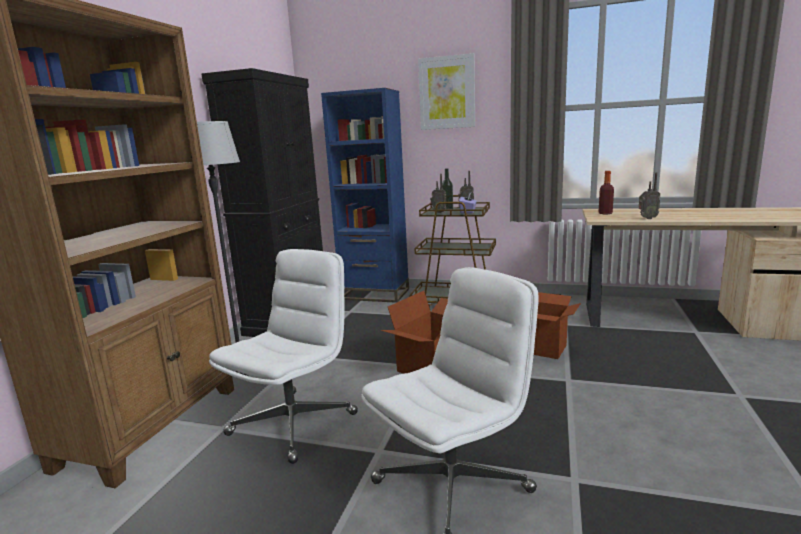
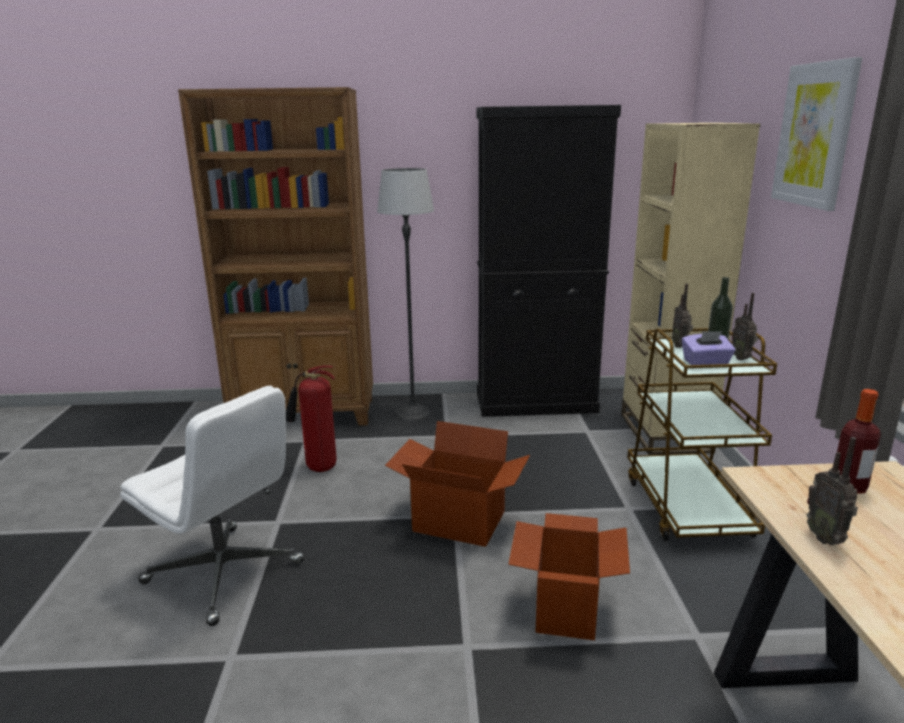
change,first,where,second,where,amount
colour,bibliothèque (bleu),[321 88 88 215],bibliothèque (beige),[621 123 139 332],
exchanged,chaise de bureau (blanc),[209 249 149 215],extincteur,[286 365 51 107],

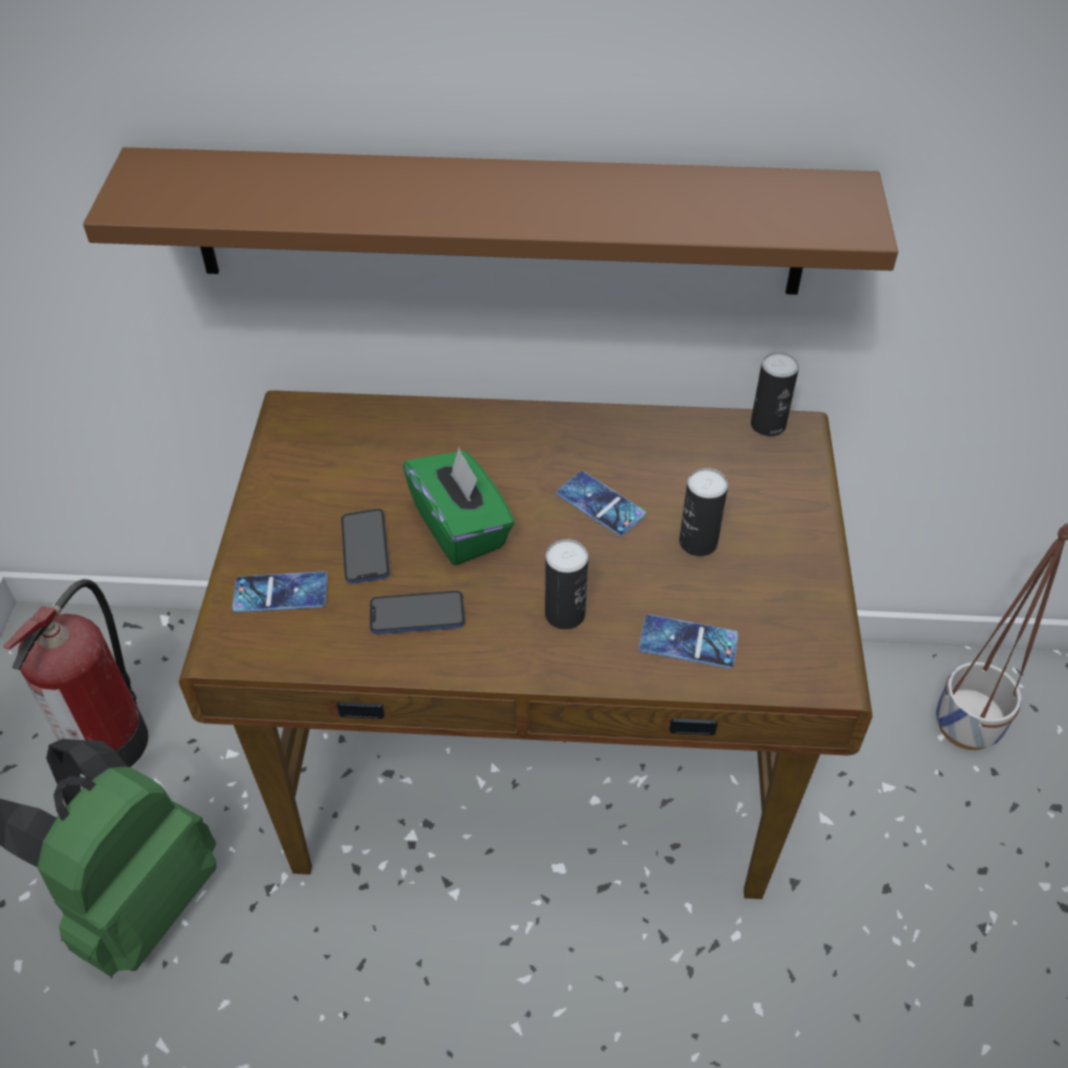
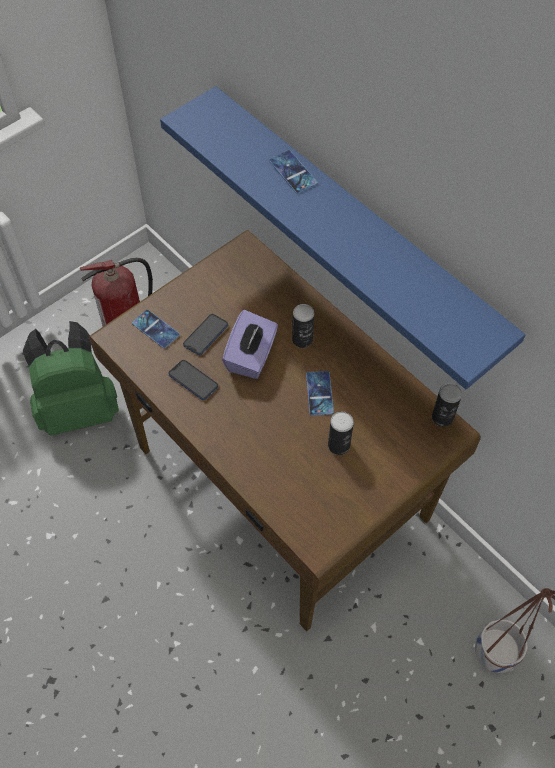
change,first,where,second,where,amount
colour,étagère (marron),[83 147 815 148],étagère (bleu),[160 86 366 304],
colour,boîte à mouchoirs (vert),[403 447 112 118],boîte à mouchoirs (violet),[222 310 56 69],
relocated,boîte métallique,[545 539 43 90],,[292 304 22 44],
relocated,téléphone,[639 614 99 55],,[269 150 49 44],

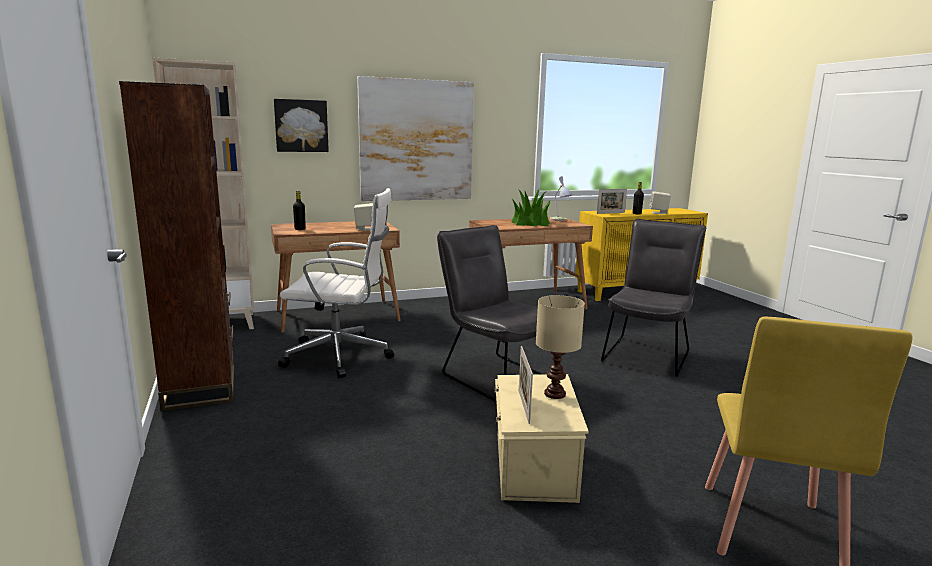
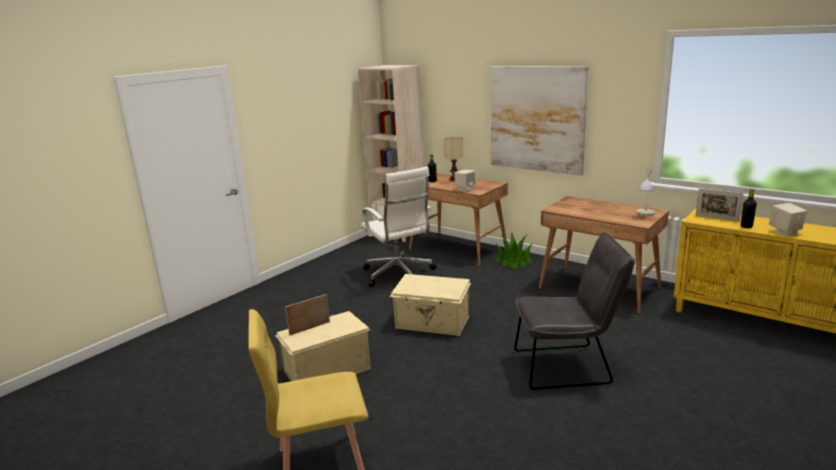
change,first,where,second,where,amount
missing,bibliothèque (marron),[119 81 115 330],,,
missing,tableau,[274 99 55 53],,,
relocated,plante en pot,[511 189 40 37],,[495 231 38 38],
exchanged,chaise (gris),[437 225 105 177],boîte de rangement (beige),[389 274 82 62],
relocated,lampe de table (beige),[536 295 49 104],,[444 137 19 44],

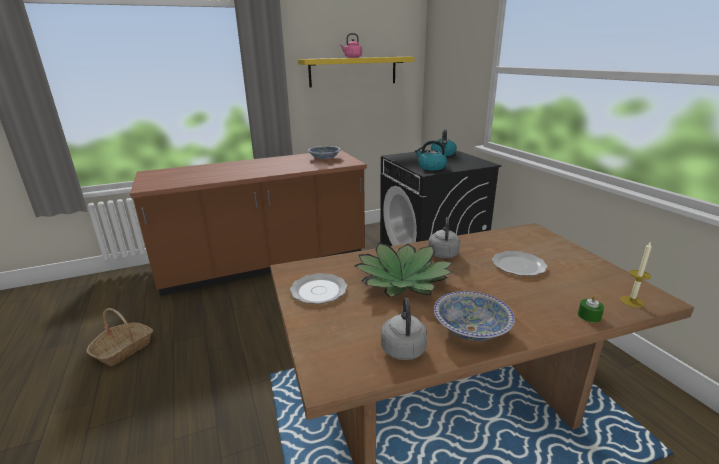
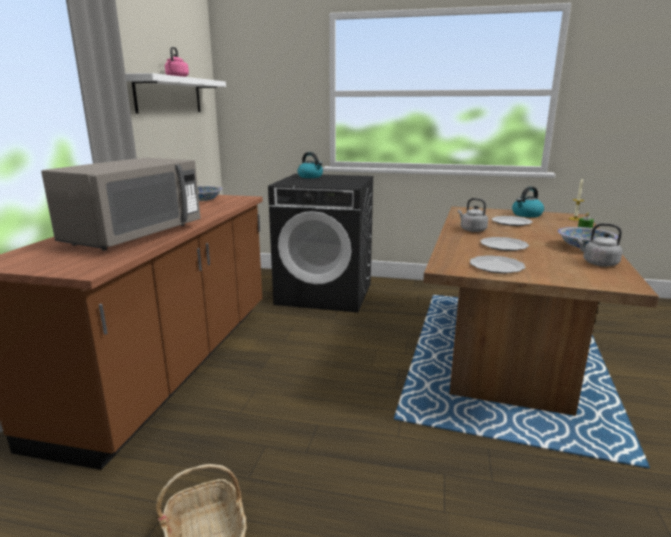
change,first,where,second,where,amount
colour,étagère (jaune),[298 57 116 30],étagère (blanc),[125 73 101 41],
relocated,bouilloire,[415 140 32 30],,[512 186 32 31],
exchanged,plante en pot,[354 243 100 54],assiette,[480 237 49 14],
appeared,,,micro-ondes (gris),[41 158 159 93],

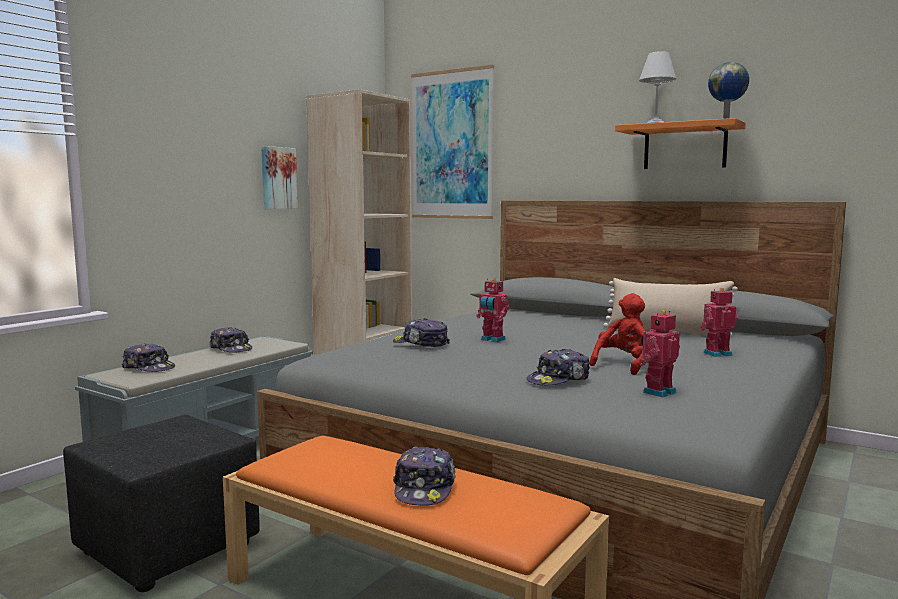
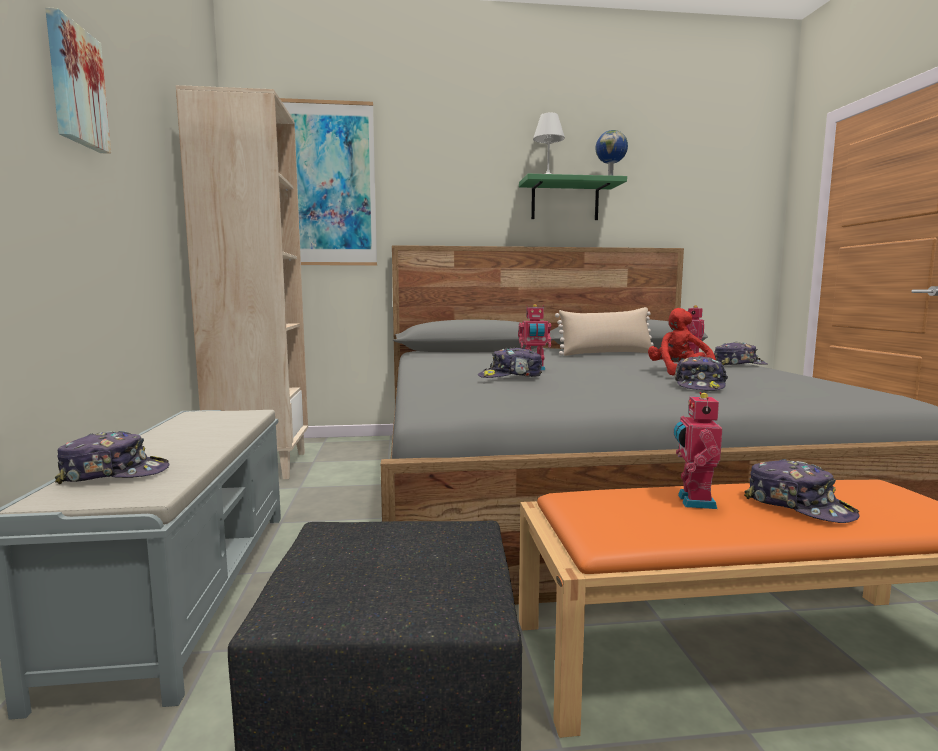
change,first,where,second,where,amount
colour,étagère (orange),[615 118 131 51],étagère (vert),[519 174 108 46],
relocated,tableau,[261 146 37 63],,[45 7 66 147],
relocated,robot jouet,[639 311 41 86],,[674 392 48 117],
relocated,casquette,[210 327 42 25],,[714 342 54 24],

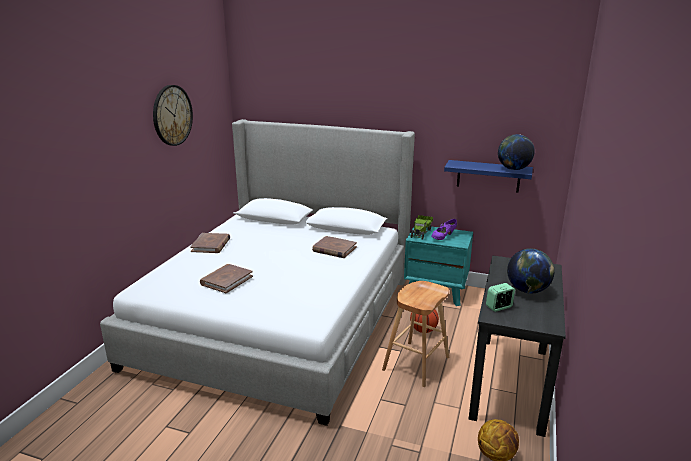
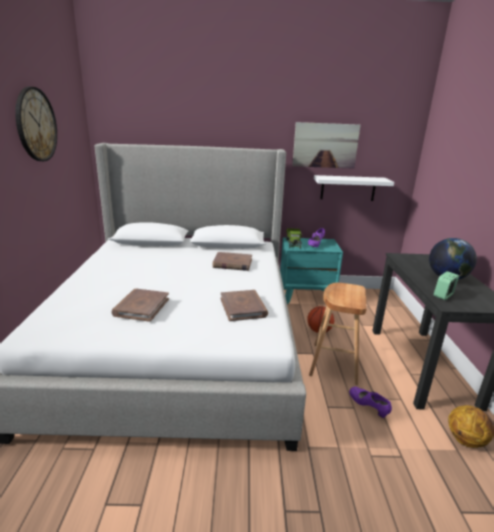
change,first,where,second,where,amount
missing,globe,[498 134 37 36],,,
colour,étagère (bleu),[444 160 89 33],étagère (blanc),[314 175 80 26],
relocated,livre (marron),[190 233 40 20],,[220 290 48 31],
appeared,,,tableau,[292 122 68 47],
appeared,,,chaussure (violet),[349 387 43 31],

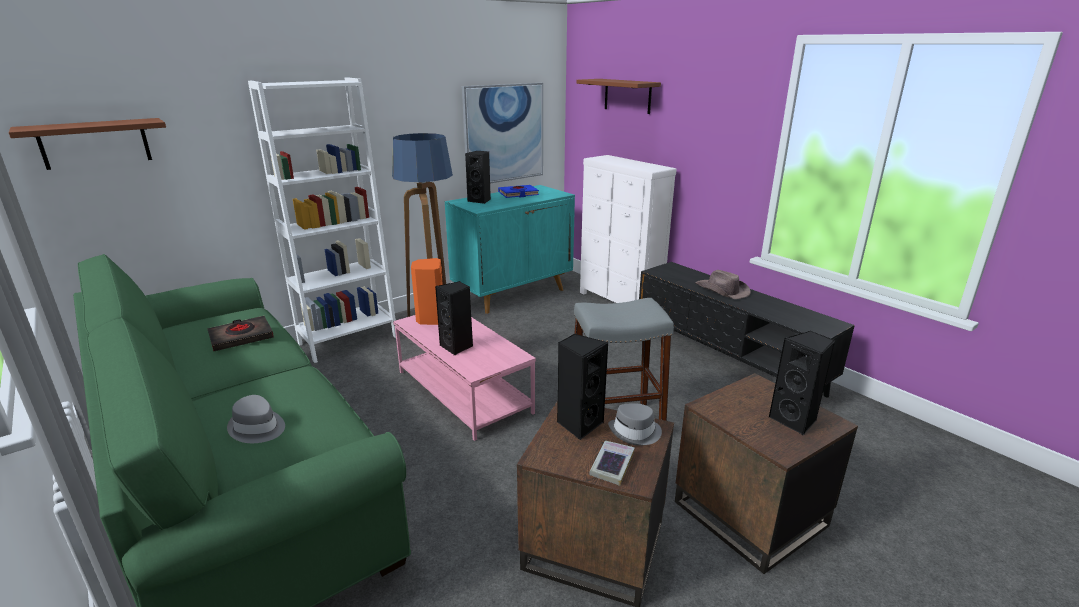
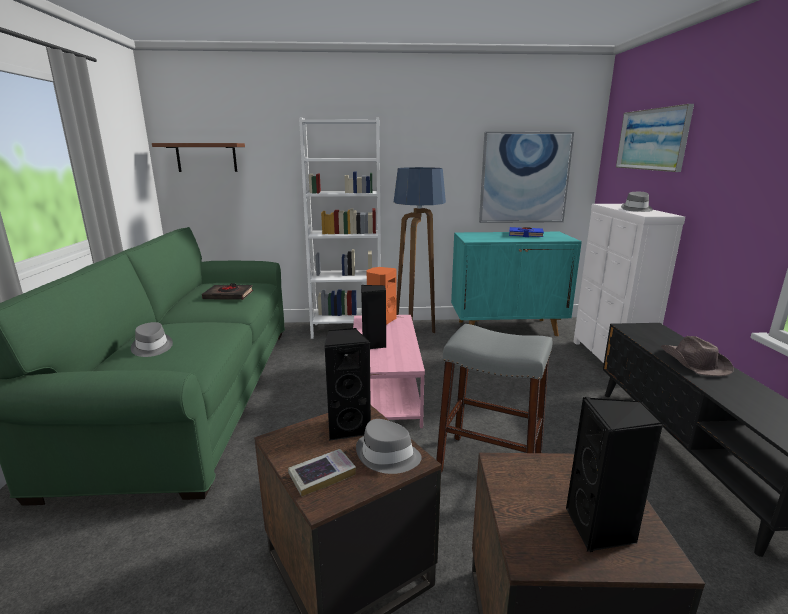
change,first,where,second,where,amount
exchanged,étagère (marron),[576 79 85 35],tableau,[616 104 78 68],
missing,enceinte (noir),[465 151 26 53],,,
appeared,,,chapeau (gris),[621 192 32 20],

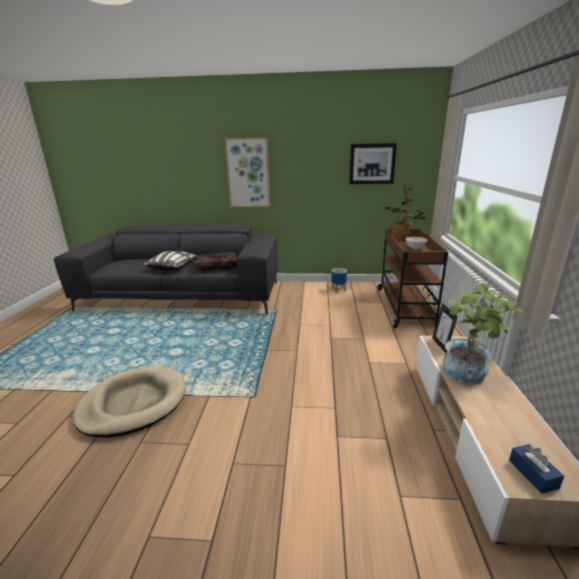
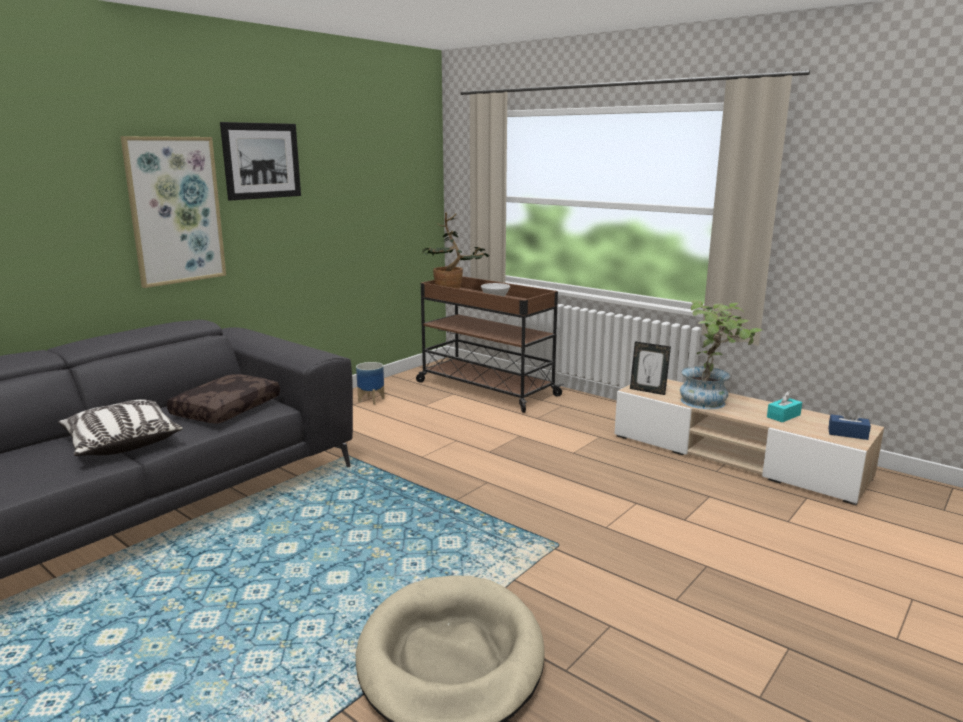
change,first,where,second,where,amount
relocated,tableau,[349 143 48 41],,[220 122 81 79],
appeared,,,boîte à mouchoirs (turquoise),[767 390 35 32],

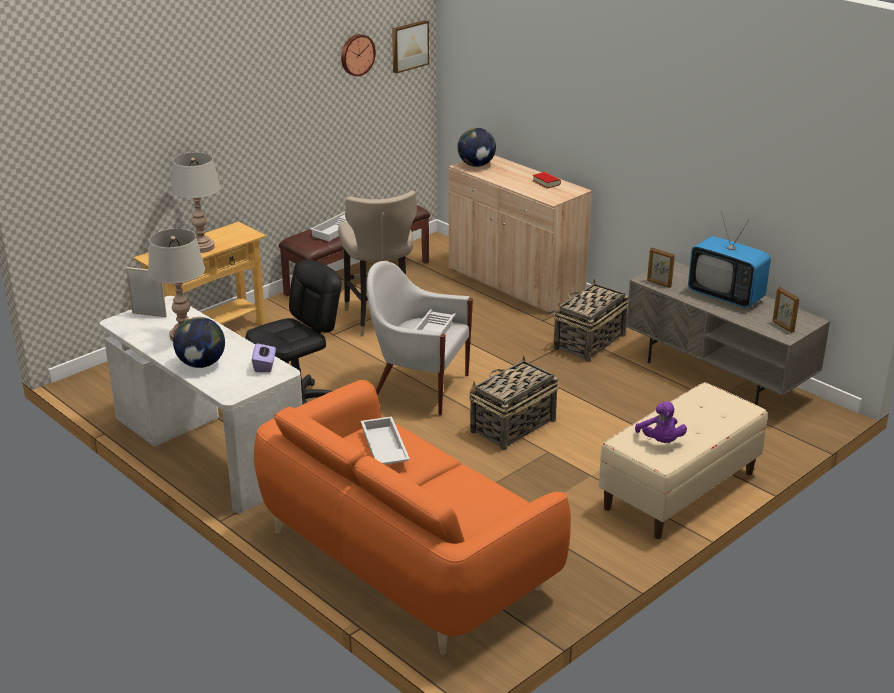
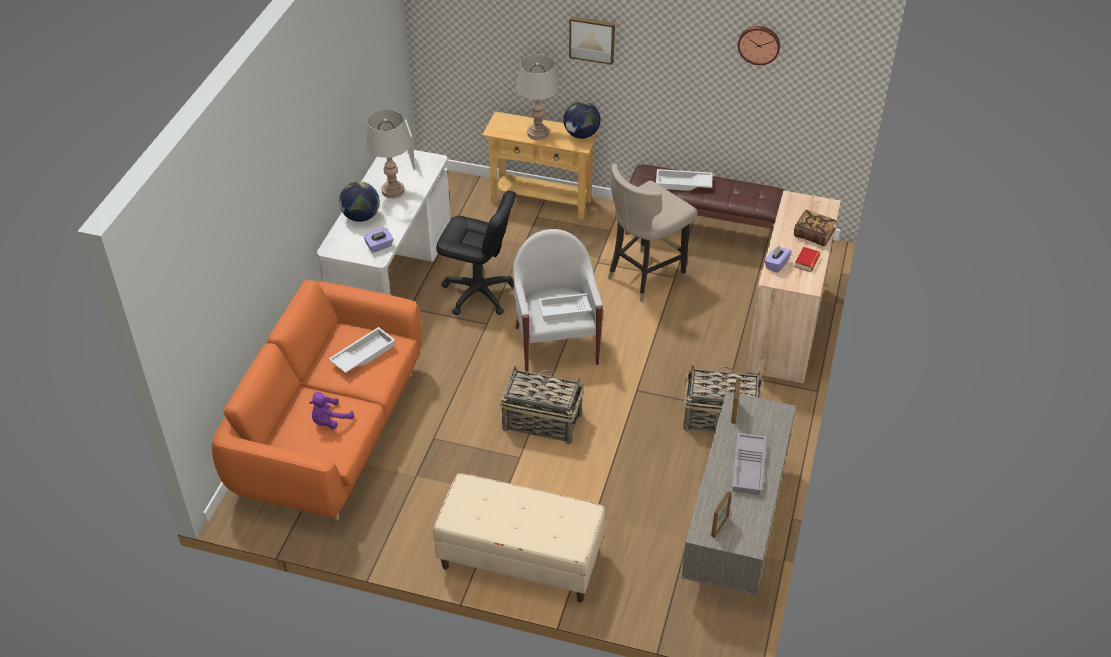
change,first,where,second,where,amount
relocated,tableau,[392 20 37 53],,[569 16 46 49],
relocated,globe,[457 128 39 39],,[563 101 38 38],
exchanged,téléviseur,[688 211 83 97],plateau (gris),[732 433 34 62],
relocated,peluche (violet),[635 402 52 41],,[309 392 45 37],
appeared,,,livre,[794 210 42 36],
appeared,,,boîte à mouchoirs (violet),[764 245 28 28],

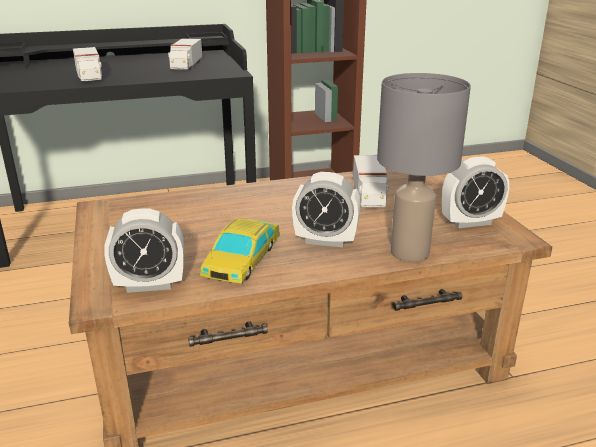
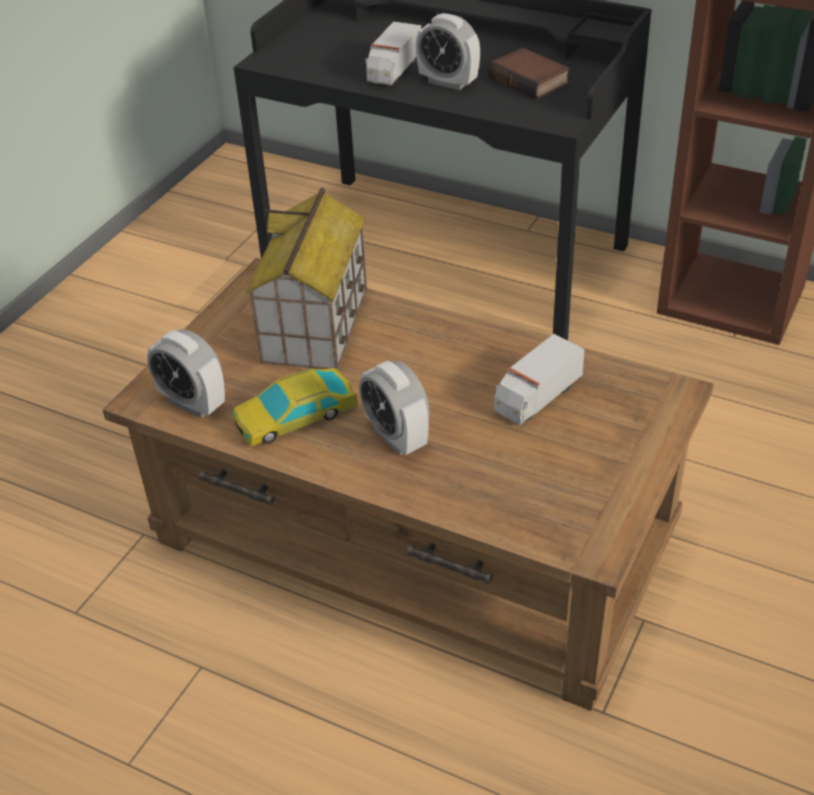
change,first,where,second,where,amount
exchanged,camion jouet,[168 38 34 32],livre,[488 47 82 53],
missing,lampe de table (gris),[377 73 94 189],,,
relocated,réveil,[442 157 67 71],,[416 13 64 77],
appeared,,,maison miniature,[246 187 121 183],

